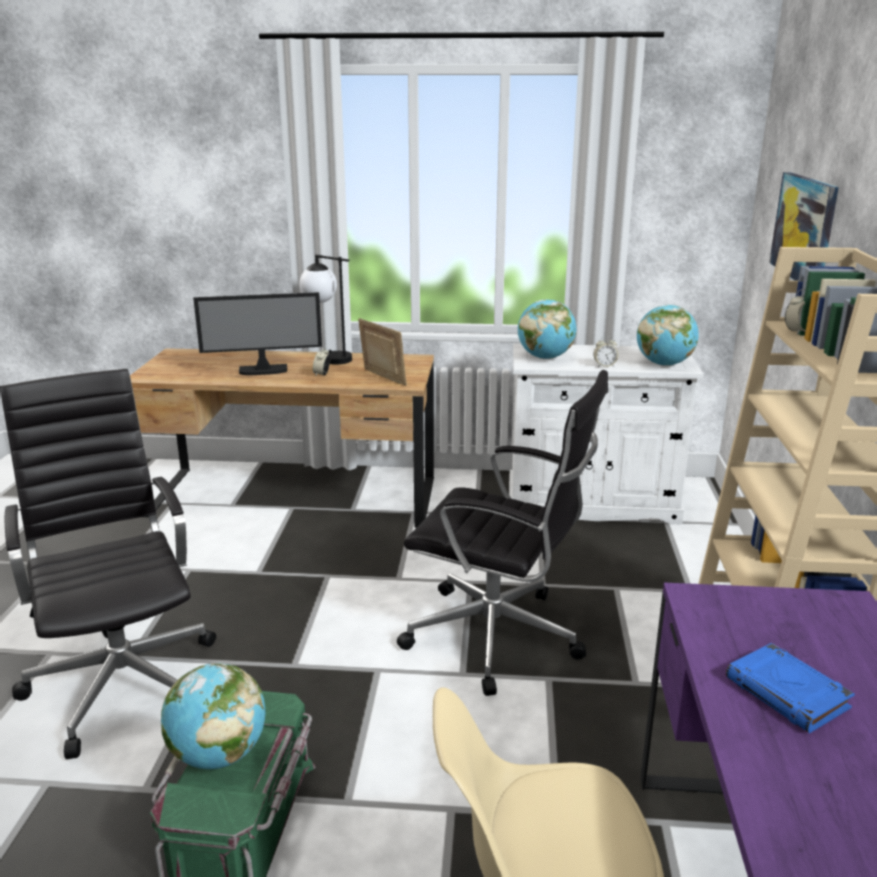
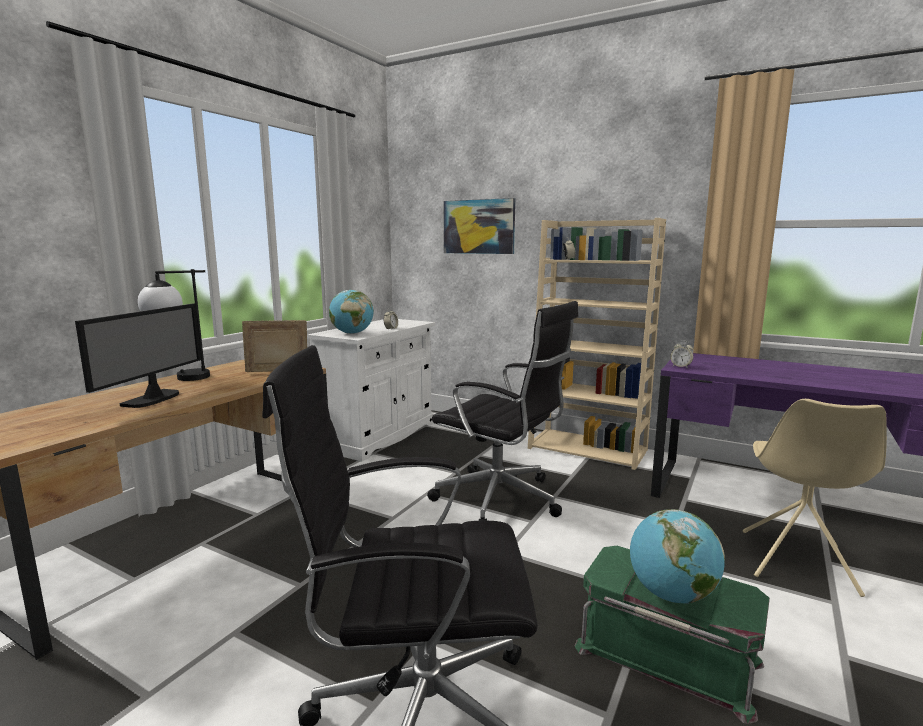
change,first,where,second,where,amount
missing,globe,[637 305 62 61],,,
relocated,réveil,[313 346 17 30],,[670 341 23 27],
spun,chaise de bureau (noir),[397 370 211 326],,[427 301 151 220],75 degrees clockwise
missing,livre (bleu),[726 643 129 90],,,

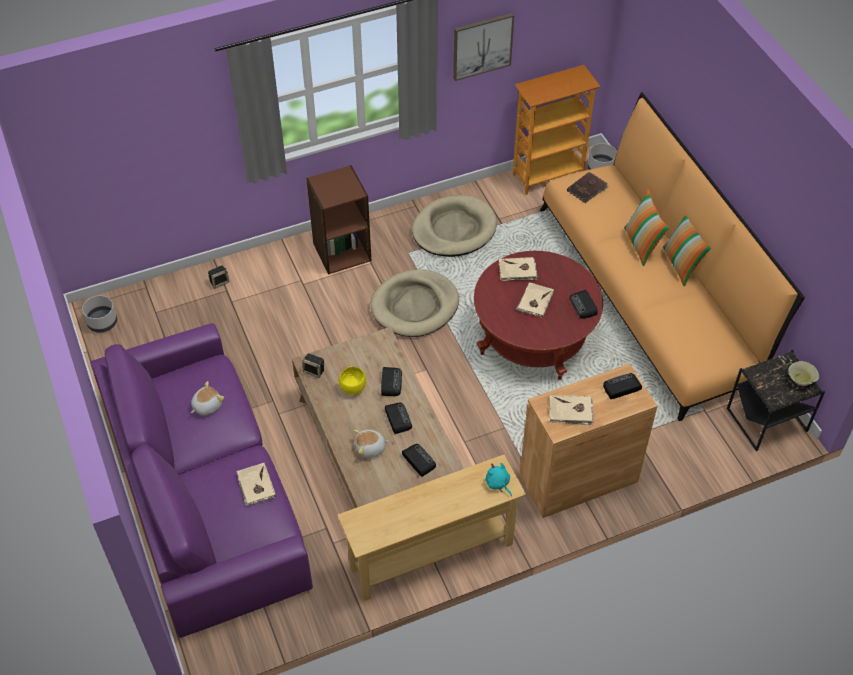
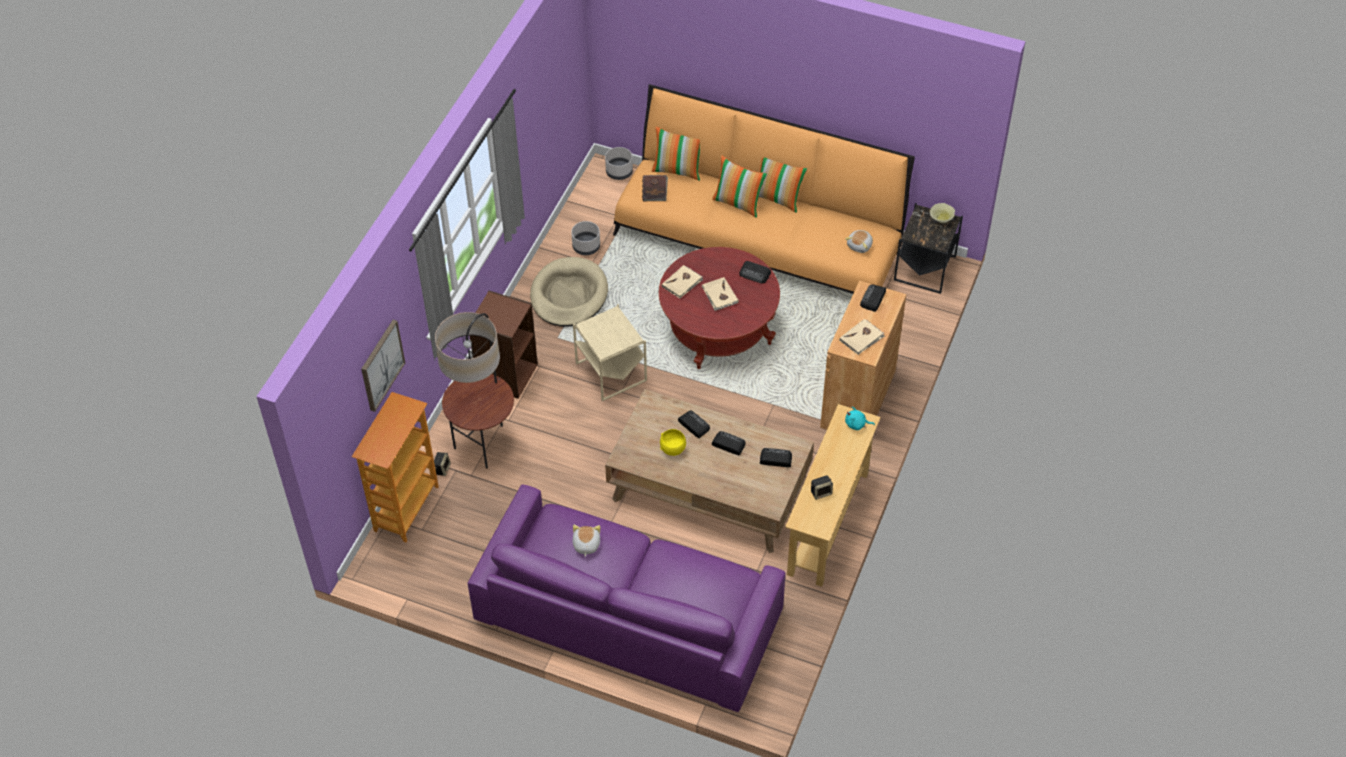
change,first,where,second,where,amount
relocated,tableau,[453 13 61 68],,[361 320 44 92],
relocated,bibliothèque,[513 65 87 130],,[352 392 87 150],
exchanged,panier pour chien (beige),[370 269 89 68],table d'appoint (beige),[573 304 74 97],
relocated,cache-pot (gris),[82 295 35 37],,[571 221 29 34],
relocated,enceinte,[302 354 22 24],,[811 475 22 25],
relocated,peluche,[354 430 35 28],,[845 230 28 23],
missing,livre (beige),[236 463 40 43],,,
appeared,,,coussin,[652 127 48 53],
appeared,,,lampadaire,[435 312 79 157],

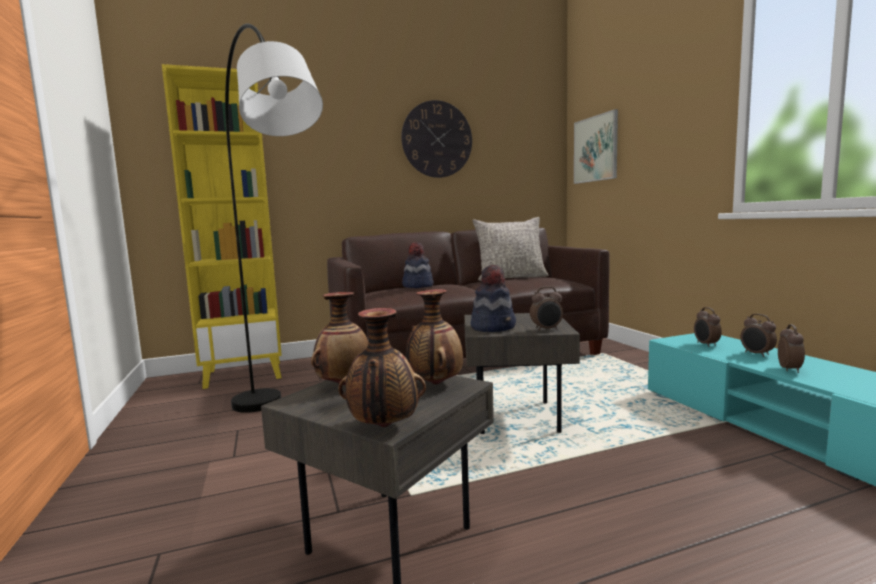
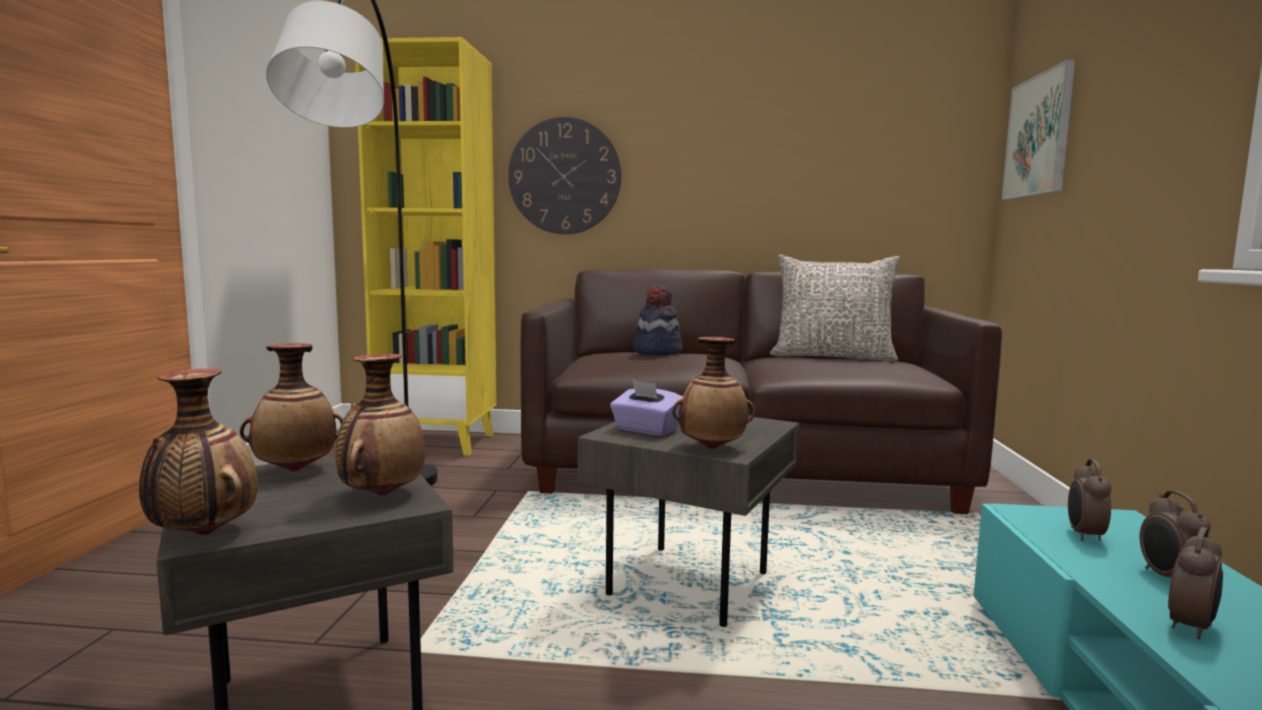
change,first,where,second,where,amount
relocated,horloge murale,[401 100 71 78],,[508 117 113 117],
exchanged,chapeau,[471 265 45 67],boîte à mouchoirs (violet),[610 379 73 57],
exchanged,réveil,[530 286 33 45],vase,[672 337 83 112],

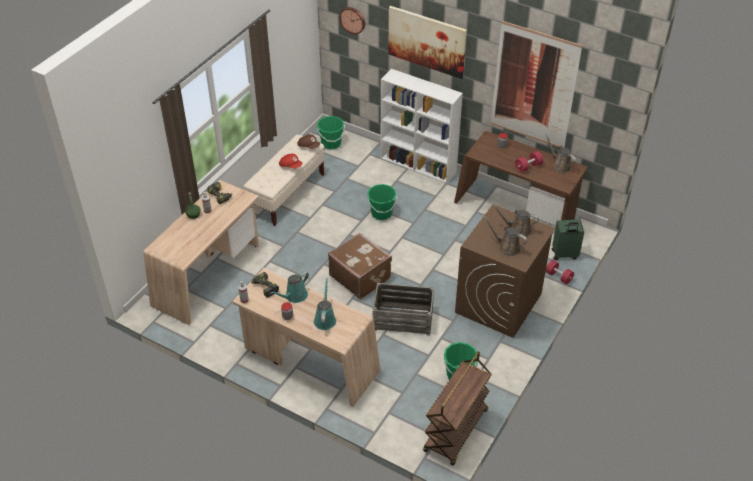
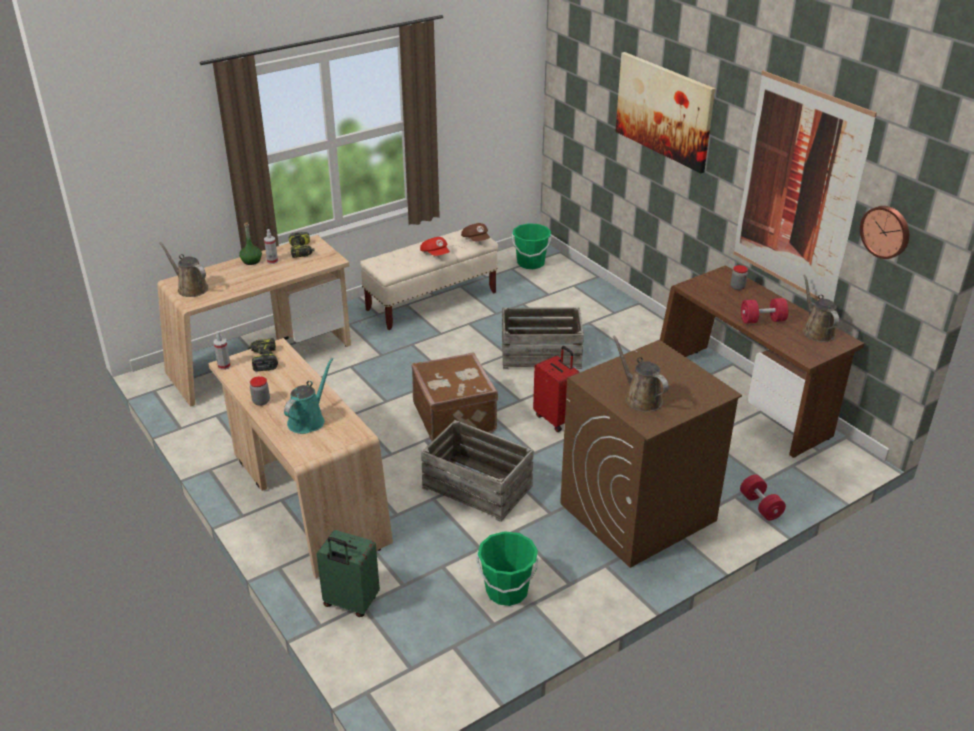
change,first,where,second,where,amount
relocated,horloge murale,[340 7 25 27],,[860 206 49 53],
missing,bibliothèque (blanc),[380 69 83 115],,,
exchanged,seau (vert),[367 184 30 36],caisse,[502 307 82 62],
relocated,arrosoir (marron),[492 205 47 33],,[159 242 49 55],
relocated,valise (vert),[552 220 32 40],,[316 530 64 87],
missing,arrosoir (turquoise),[271 271 38 32],,,
missing,chariot (marron),[423 352 69 114],,,
appeared,,,valise (rouge),[533 346 47 86],

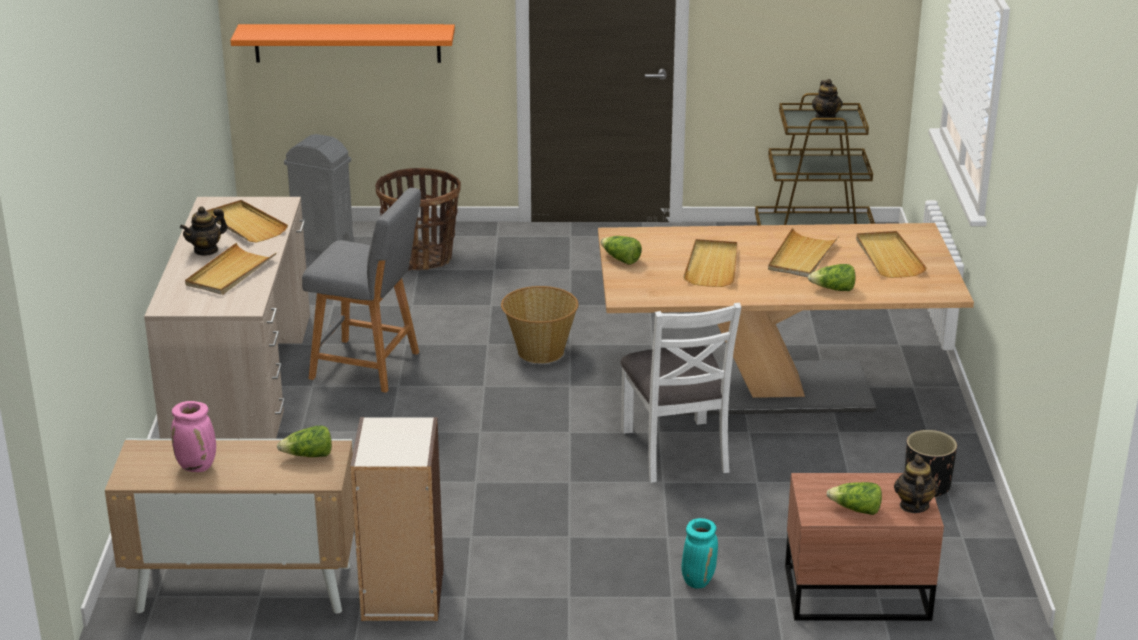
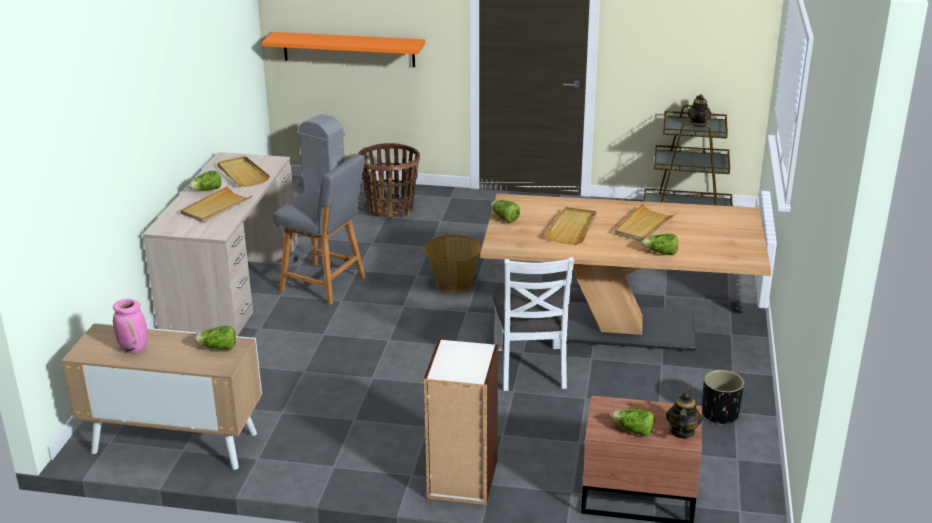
change,first,where,second,where,amount
exchanged,théière,[180 206 47 50],laitue,[188 170 33 20],
missing,plateau (beige),[856 231 71 47],,,
relocated,bibliothèque,[350 417 94 204],,[424 339 74 166],
missing,vase (turquoise),[681 518 37 70],,,

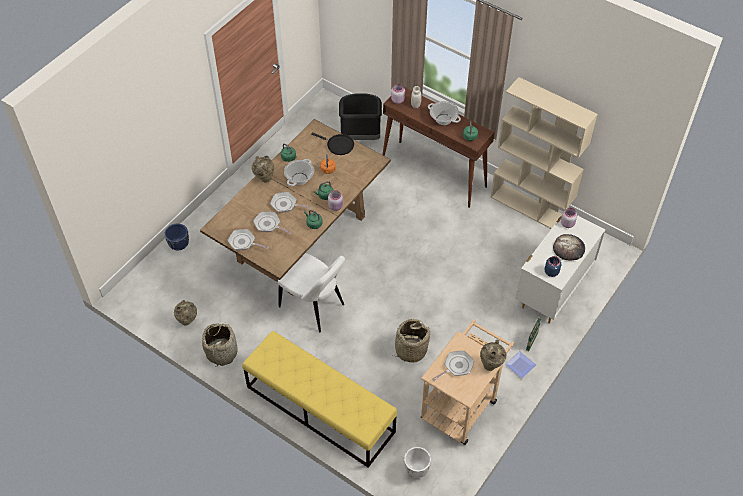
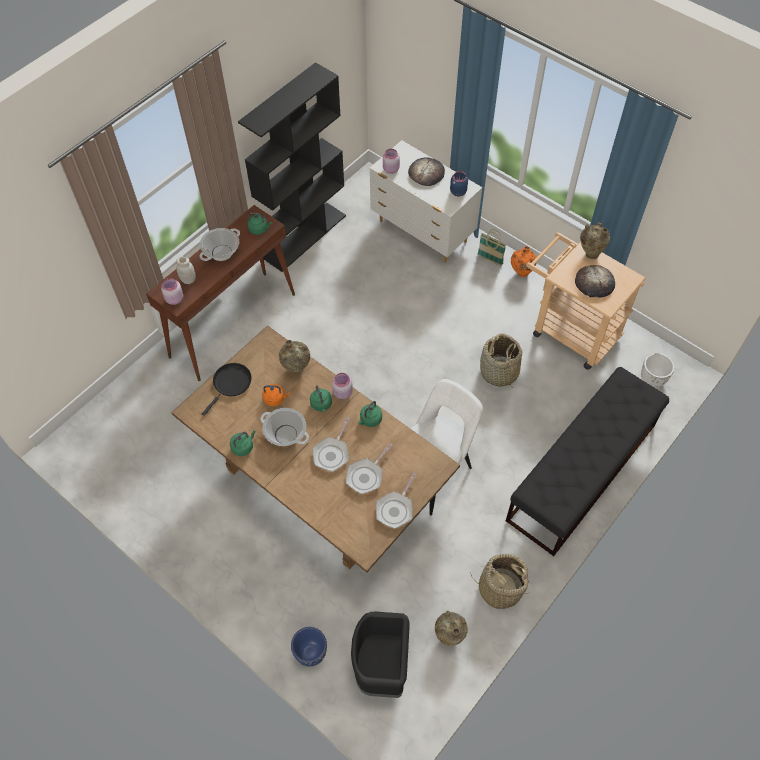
change,first,where,second,where,amount
colour,bibliothèque (beige),[491 77 107 152],bibliothèque (noir),[238 62 108 210],
relocated,poubelle (noir),[339 93 43 47],,[351 611 59 87],
relocated,vase (beige),[252 156 22 27],,[279 340 31 33],
colour,banc (jaune),[242 331 155 137],banc (noir),[506 367 163 189],
exchanged,poêle,[432 351 42 30],pain,[575 265 40 33],
exchanged,assiette,[505 351 31 27],vase (orange),[511 246 26 31],

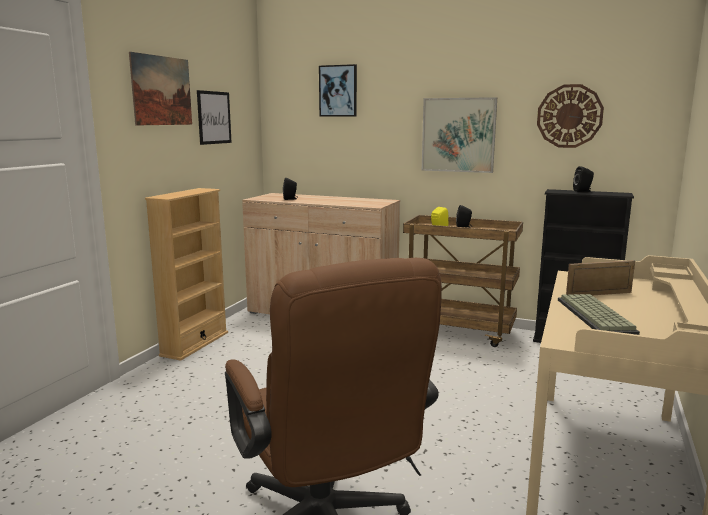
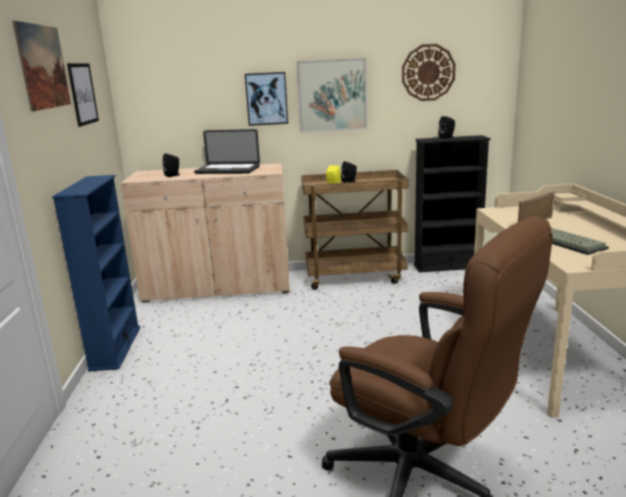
change,first,where,second,where,amount
relocated,tableau,[319 64 38 52],,[245 72 43 54],
colour,bibliothèque (beige),[145 188 83 173],bibliothèque (bleu),[52 175 88 196],
appeared,,,ordinateur portable,[194 129 66 45],

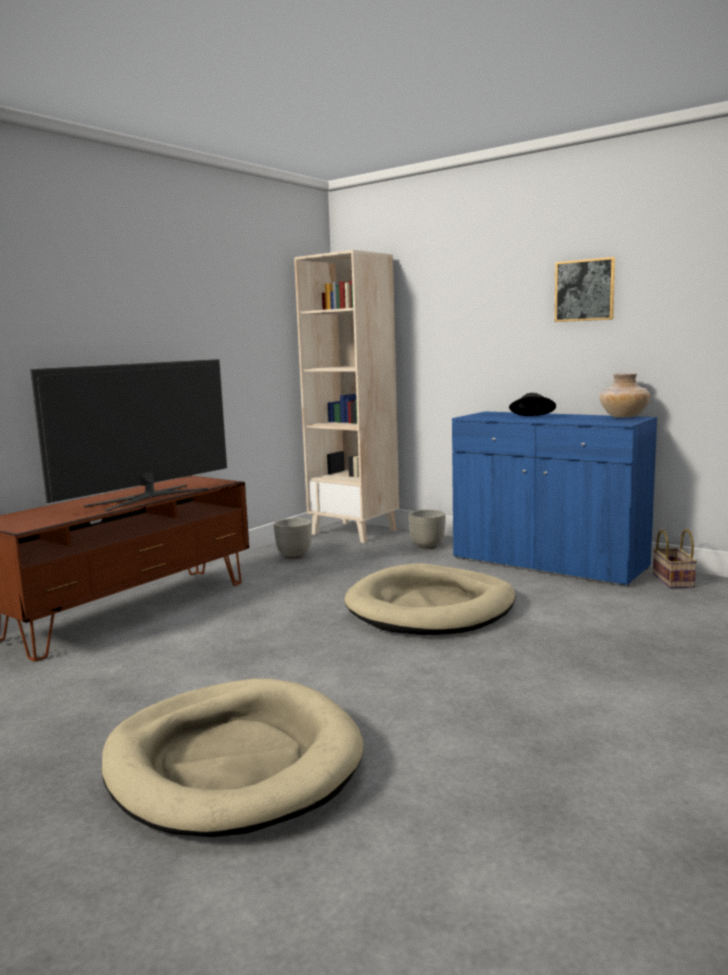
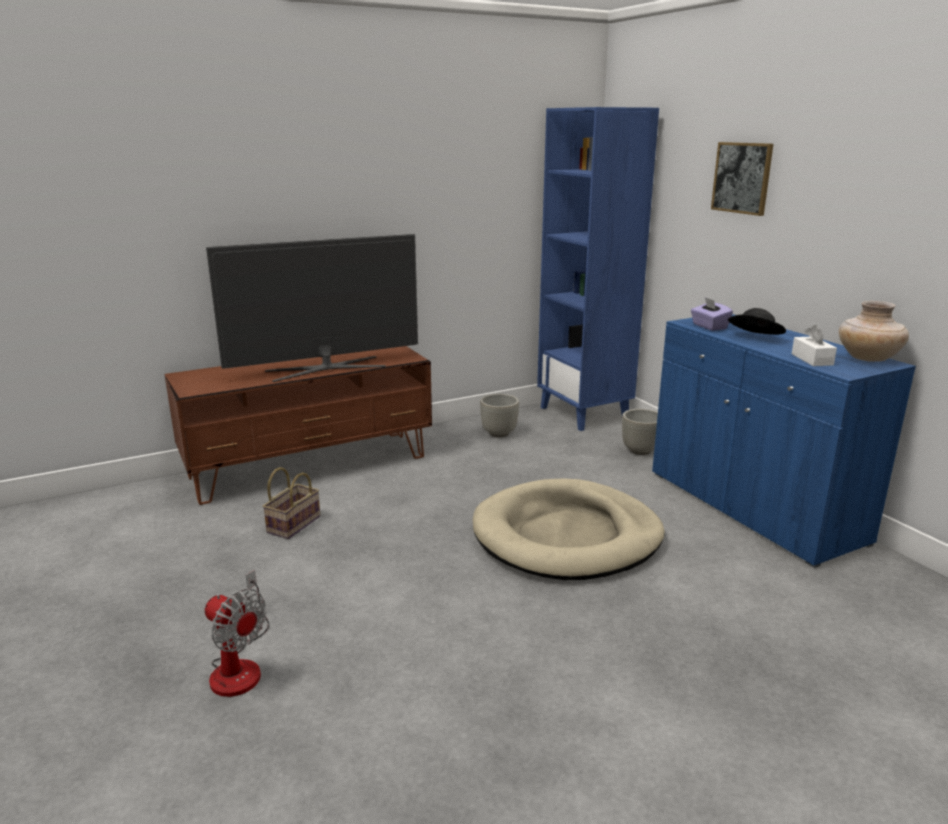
change,first,where,second,where,amount
colour,bibliothèque (beige),[294 250 105 293],bibliothèque (bleu),[537 107 122 324],
relocated,tableau,[555 257 60 65],,[711 142 62 74],
relocated,panier,[653 529 44 59],,[263 467 57 72],
exchanged,panier pour chien (beige),[101 679 262 158],ventilateur,[205 570 64 127],
appeared,,,boîte à mouchoirs (violet),[691 297 42 34],
appeared,,,boîte à mouchoirs (blanc),[792 325 45 41],

